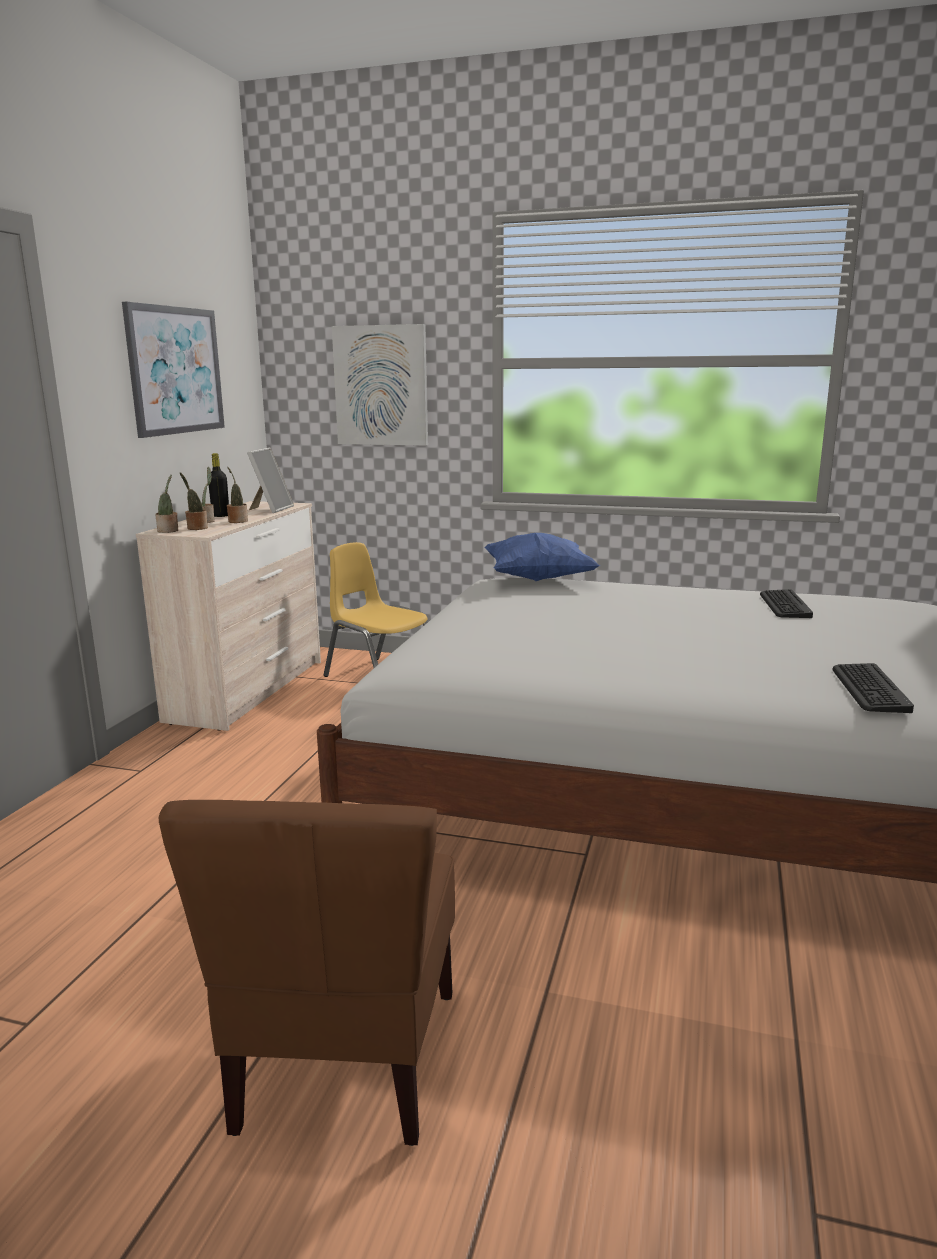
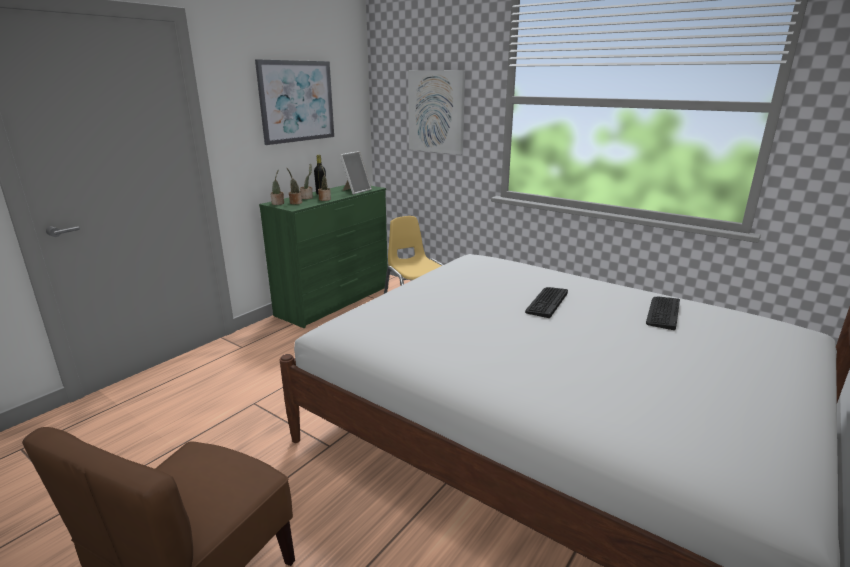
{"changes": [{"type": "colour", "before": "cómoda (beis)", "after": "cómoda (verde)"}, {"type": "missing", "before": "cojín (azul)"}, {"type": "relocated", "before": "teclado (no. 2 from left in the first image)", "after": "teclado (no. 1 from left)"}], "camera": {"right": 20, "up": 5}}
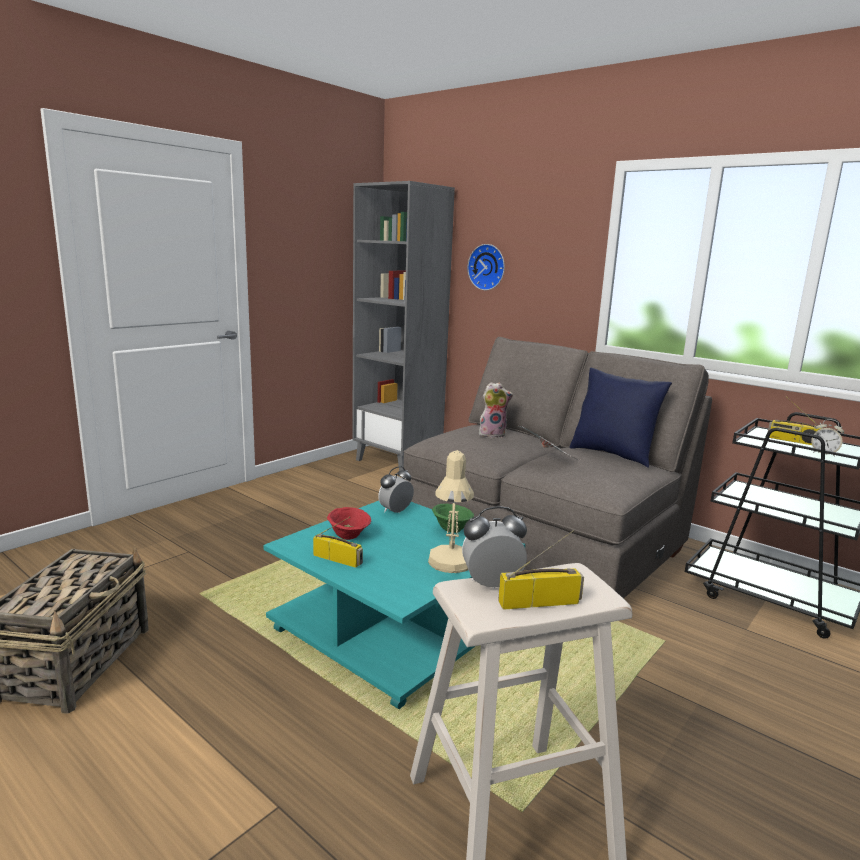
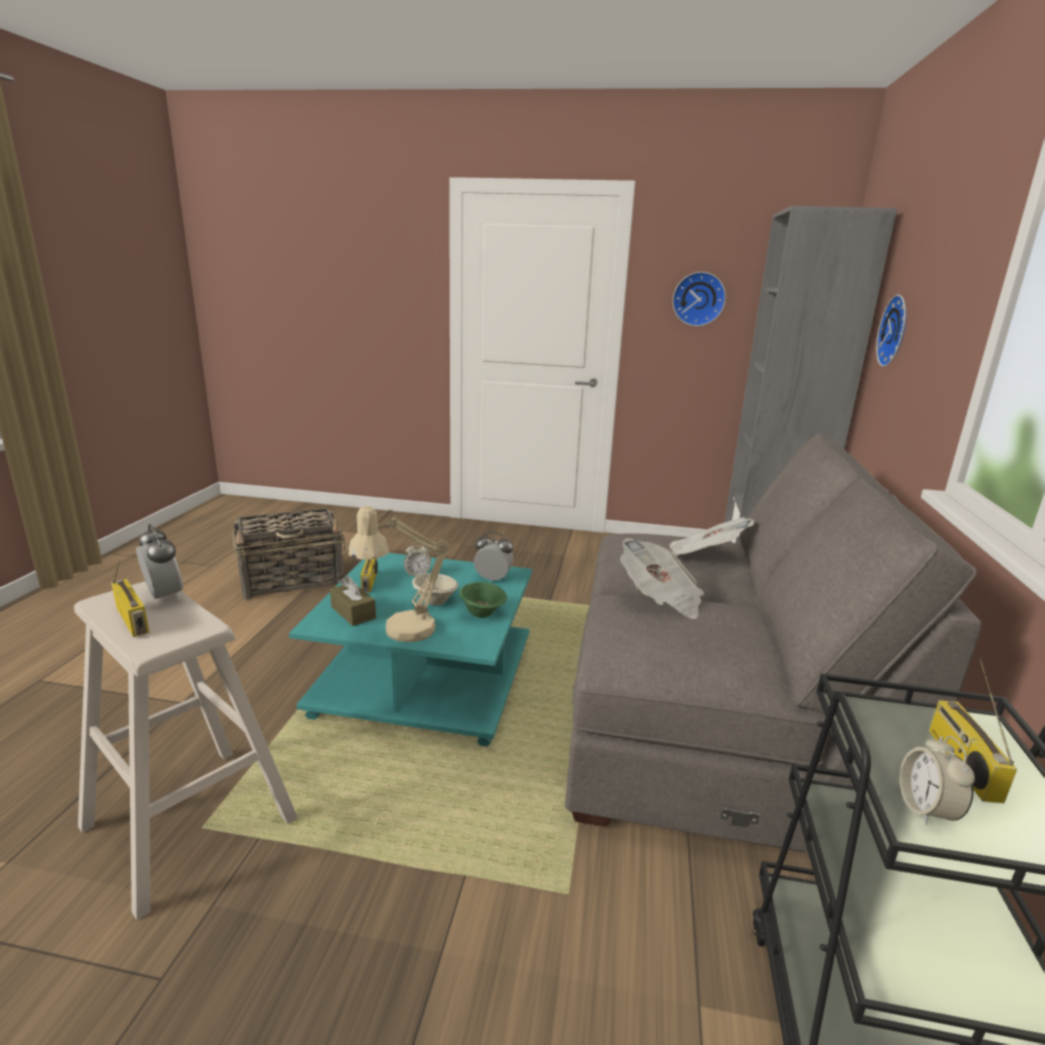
{"changes": [{"type": "exchanged", "before": "cuenco (rojo)", "after": "despertador (no. 2 from left)"}, {"type": "exchanged", "before": "peluche", "after": "periódico (no. 2 from left)"}, {"type": "missing", "before": "cojín (azul)"}, {"type": "appeared", "after": "caja de pañuelos (marrón)"}, {"type": "appeared", "after": "cuenco (beis)"}, {"type": "appeared", "after": "reloj de pared (no. 1 from left)"}], "camera": {"right": 60, "up": 5}}
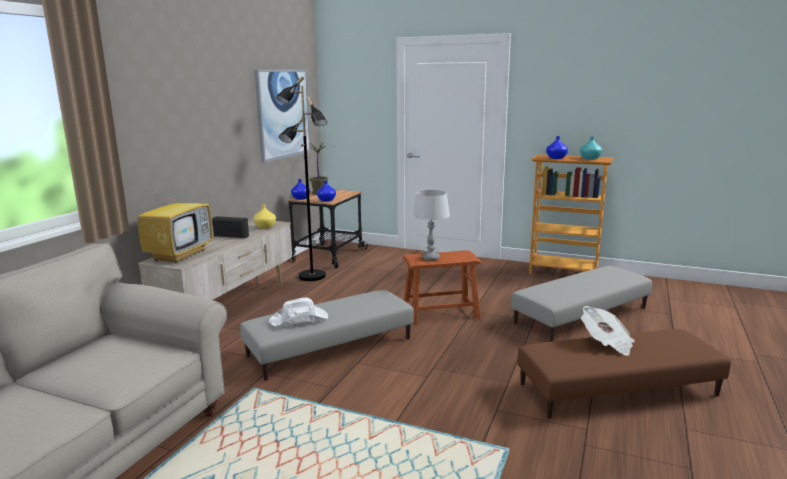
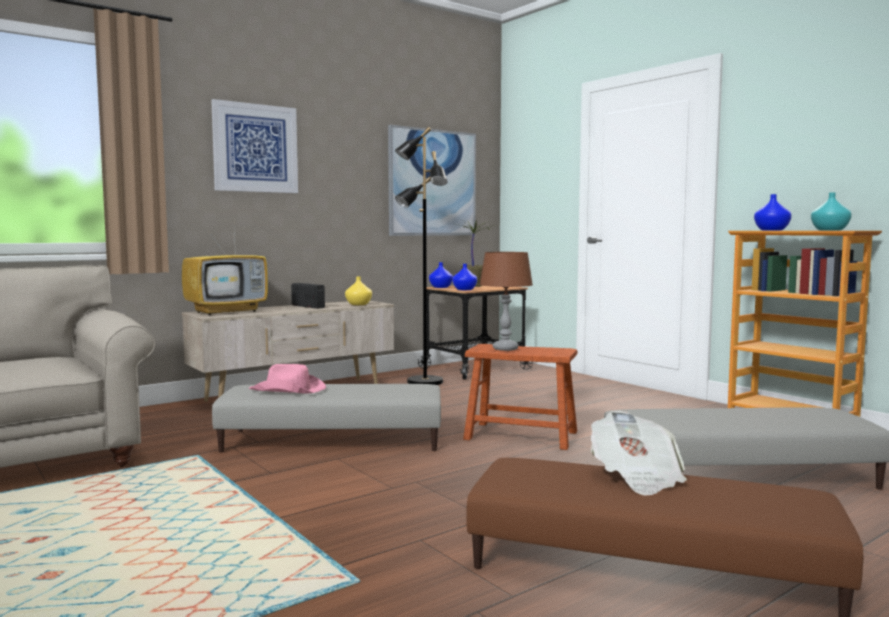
{"changes": [{"type": "colour", "before": "sombrero (blanco)", "after": "sombrero (rosa)"}, {"type": "colour", "before": "lámpara de mesa (gris)", "after": "lámpara de mesa (marrón)"}, {"type": "appeared", "after": "cuadro (no. 1 from left)"}], "camera": {"right": 30, "up": -10}}
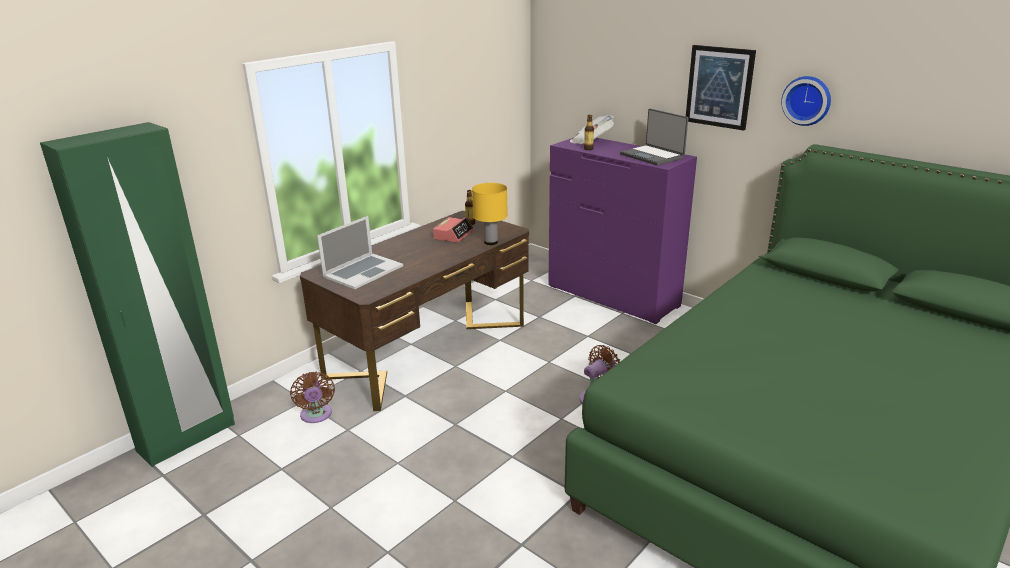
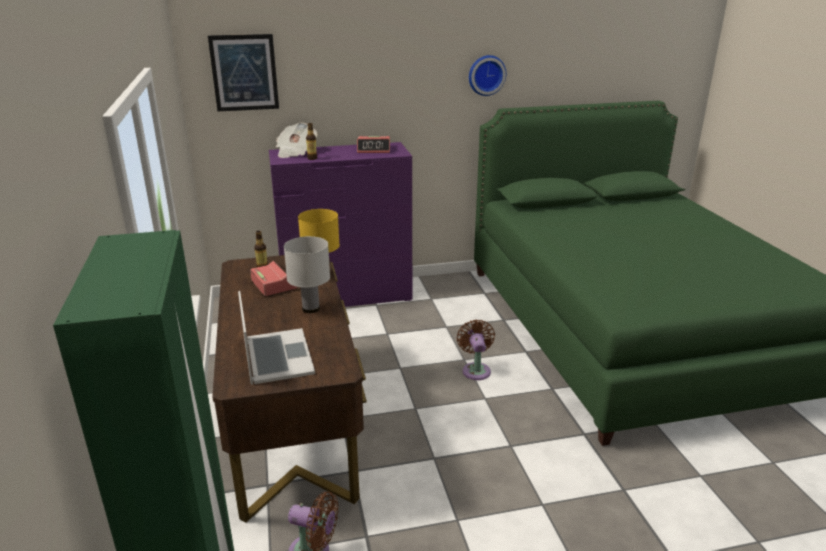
{"changes": [{"type": "exchanged", "before": "portátil (no. 2 from left)", "after": "despertador (no. 2 from left)"}, {"type": "relocated", "before": "cuadro"}, {"type": "appeared", "after": "lámpara de mesa (blanco)"}], "camera": {"right": -55, "up": 0}}
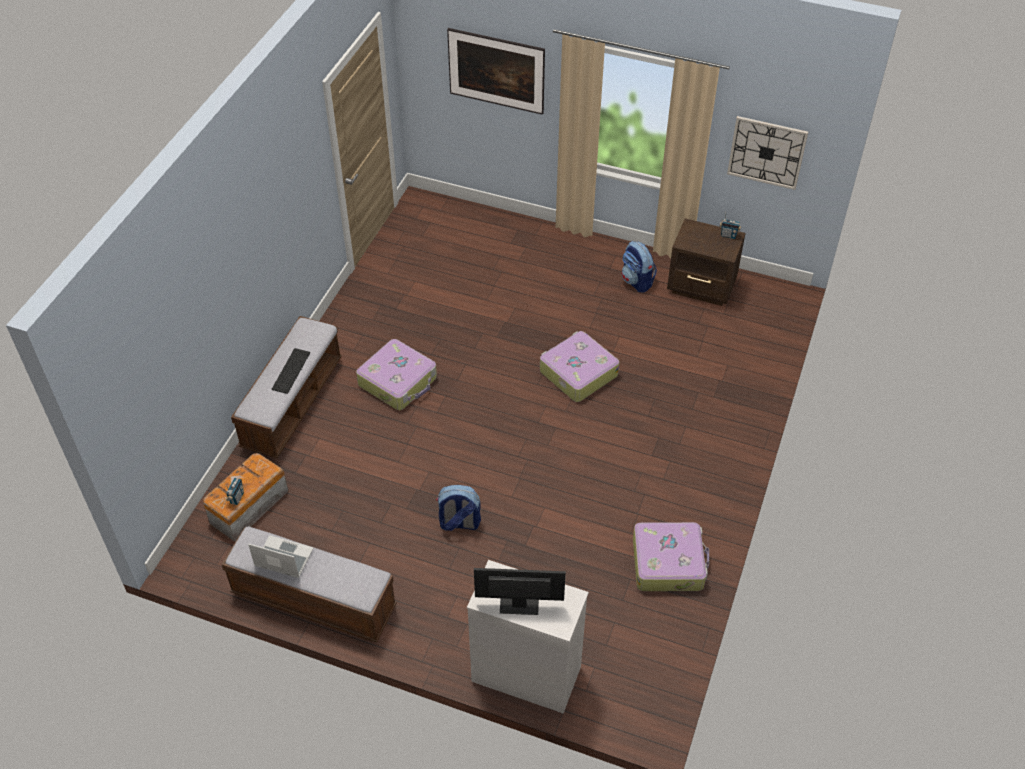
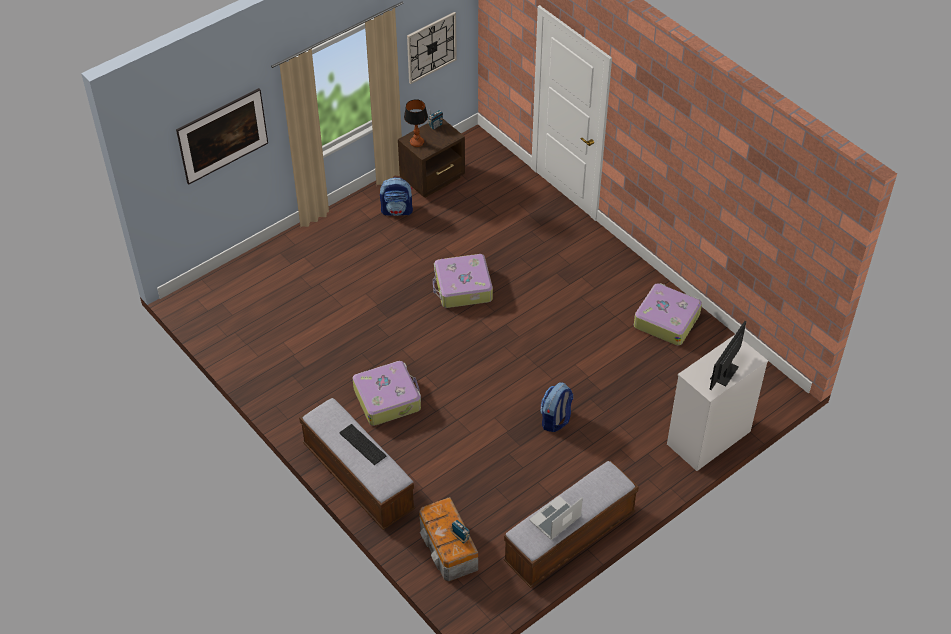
{"changes": [{"type": "appeared", "after": "lámpara de mesa"}], "camera": {"right": -60, "up": 0}}
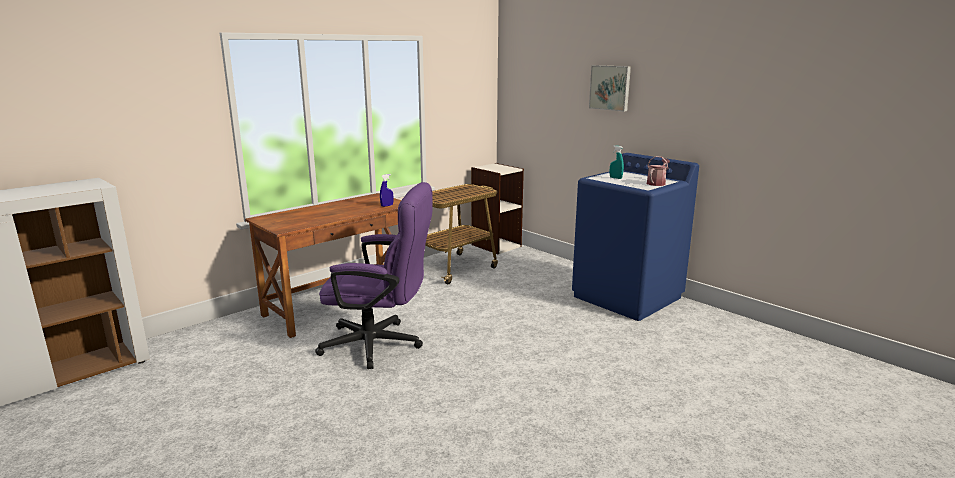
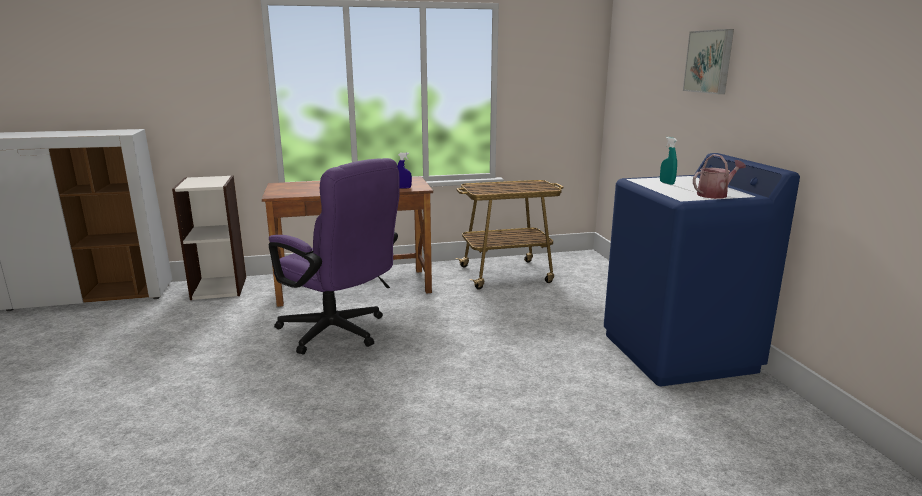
{"changes": [{"type": "relocated", "before": "estantería"}], "camera": {"right": 30, "up": 0}}
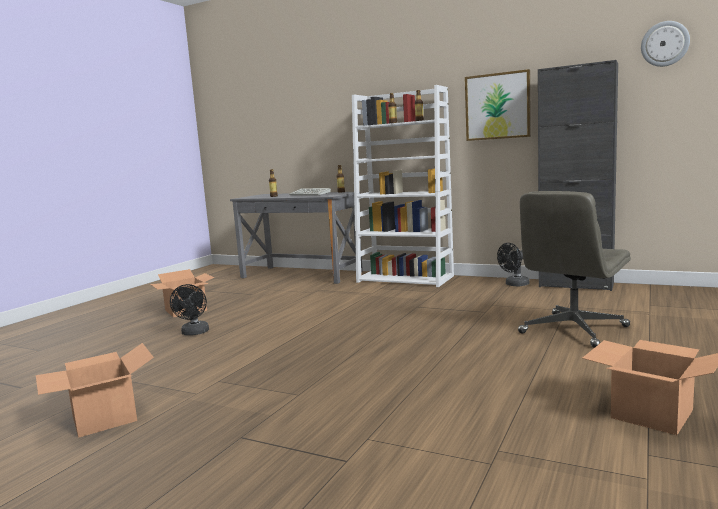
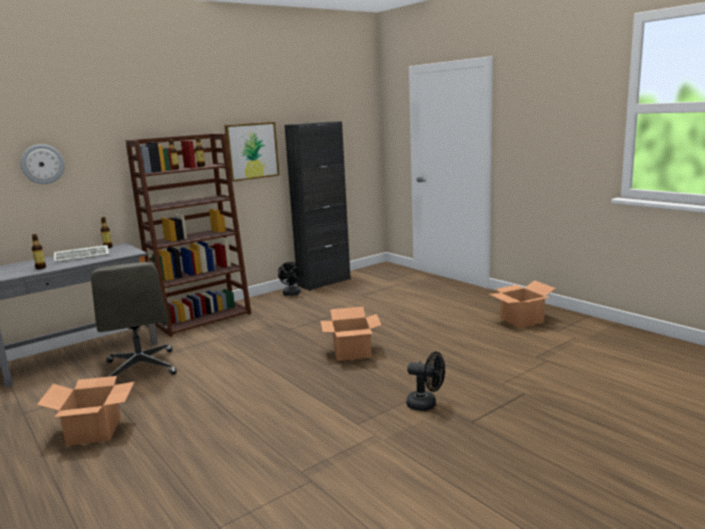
{"changes": [{"type": "relocated", "before": "caja de cartón (no. 1 from left in the first image)", "after": "caja de cartón (no. 2 from left)"}, {"type": "relocated", "before": "ventilador (negro) (no. 1 from left in the first image)", "after": "ventilador (negro) (no. 2 from left)"}, {"type": "colour", "before": "estantería (blanco)", "after": "estantería (marrón)"}, {"type": "relocated", "before": "silla de oficina (gris)"}, {"type": "relocated", "before": "reloj de pared"}], "camera": {"right": -65, "up": 5}}
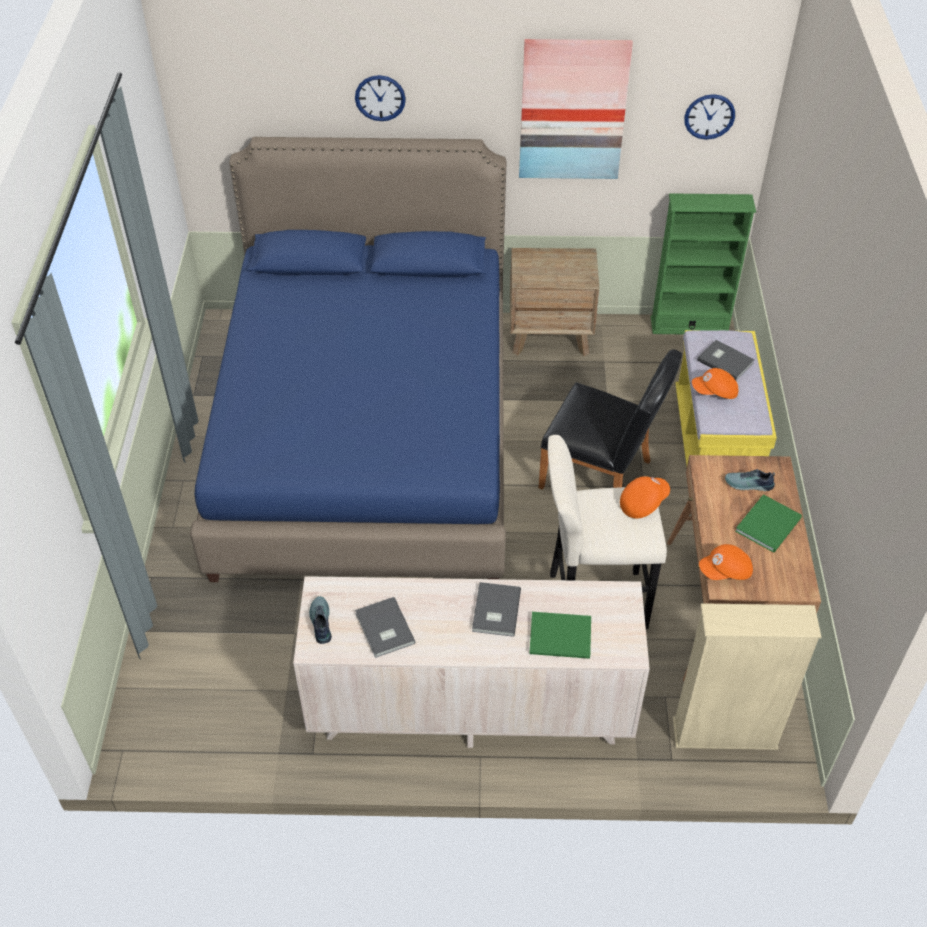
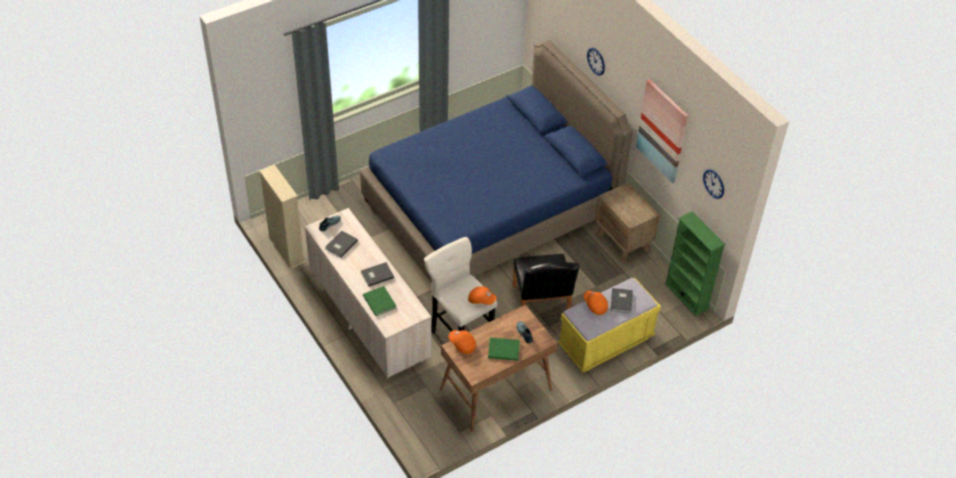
{"changes": [{"type": "relocated", "before": "estantería (beis)"}], "camera": {"right": 55, "up": 0}}
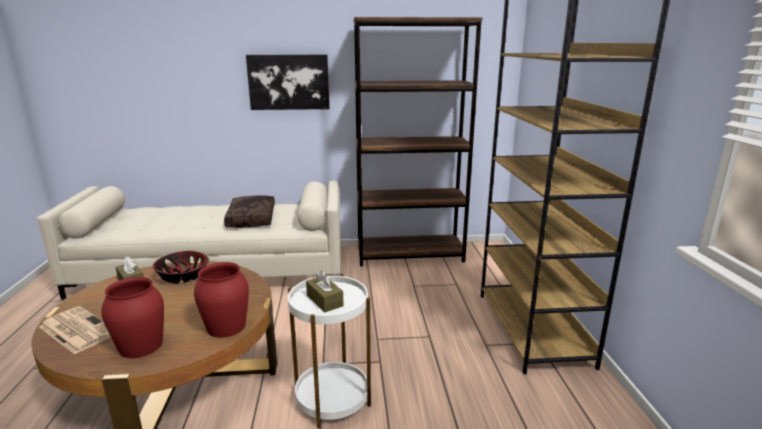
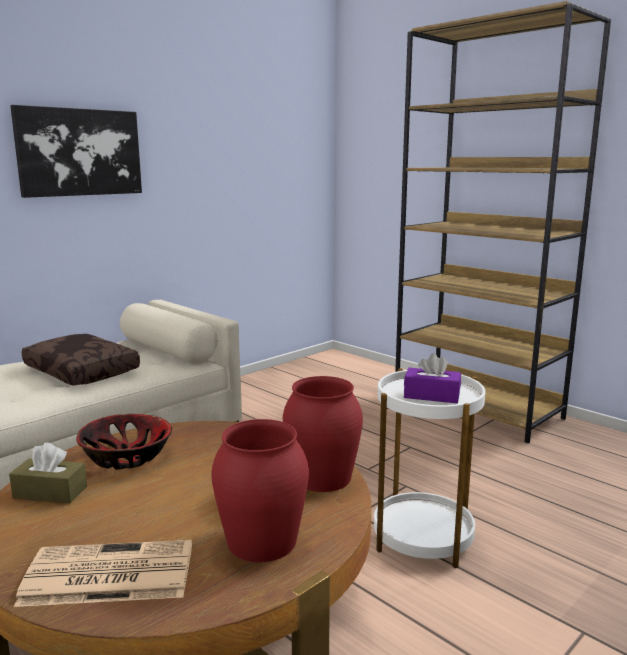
{"changes": [{"type": "colour", "before": "caja de pañuelos (marrón) (no. 2 from left)", "after": "caja de pañuelos (morado)"}, {"type": "missing", "before": "estantería (marrón) (no. 1 from left)"}], "camera": {"right": -40, "up": -5}}
